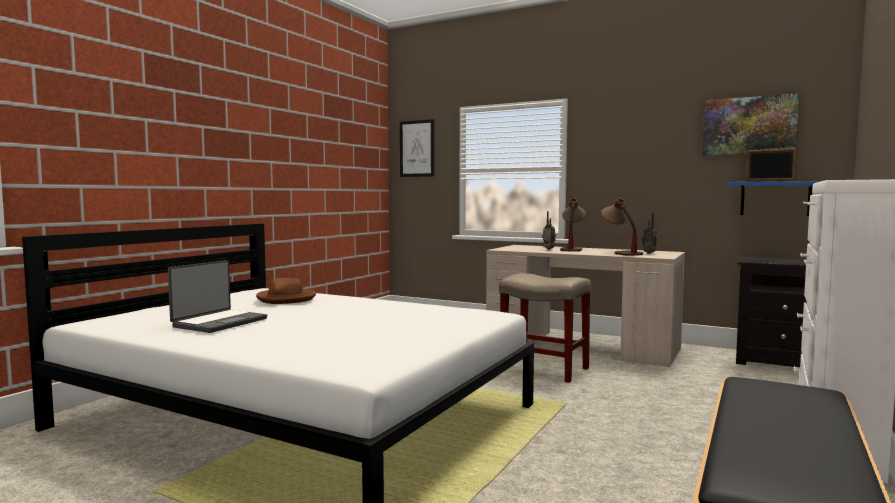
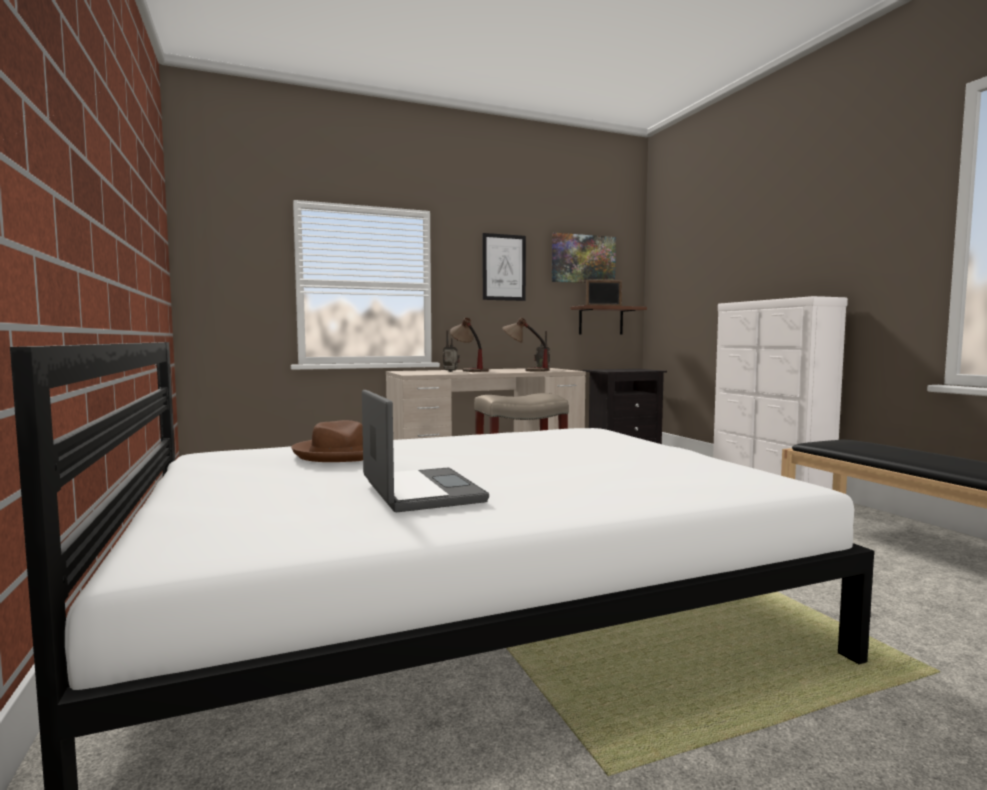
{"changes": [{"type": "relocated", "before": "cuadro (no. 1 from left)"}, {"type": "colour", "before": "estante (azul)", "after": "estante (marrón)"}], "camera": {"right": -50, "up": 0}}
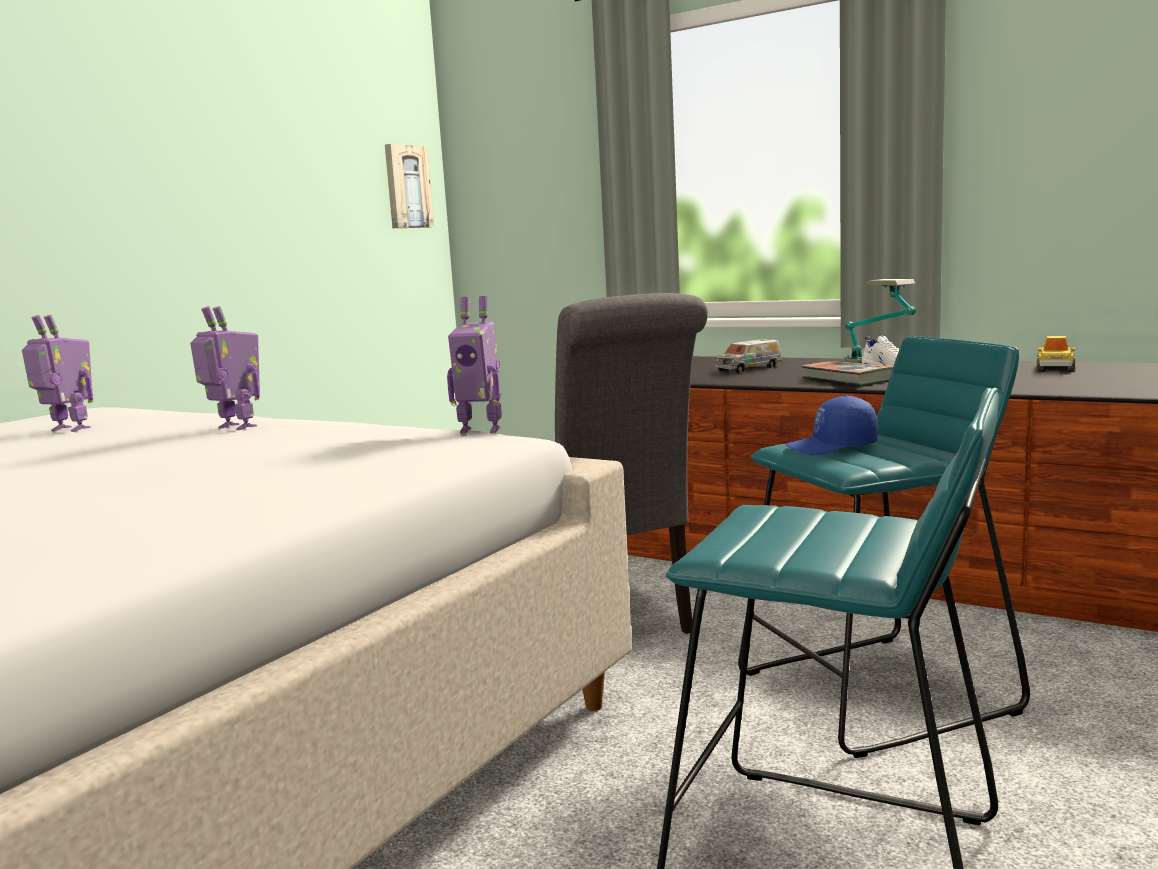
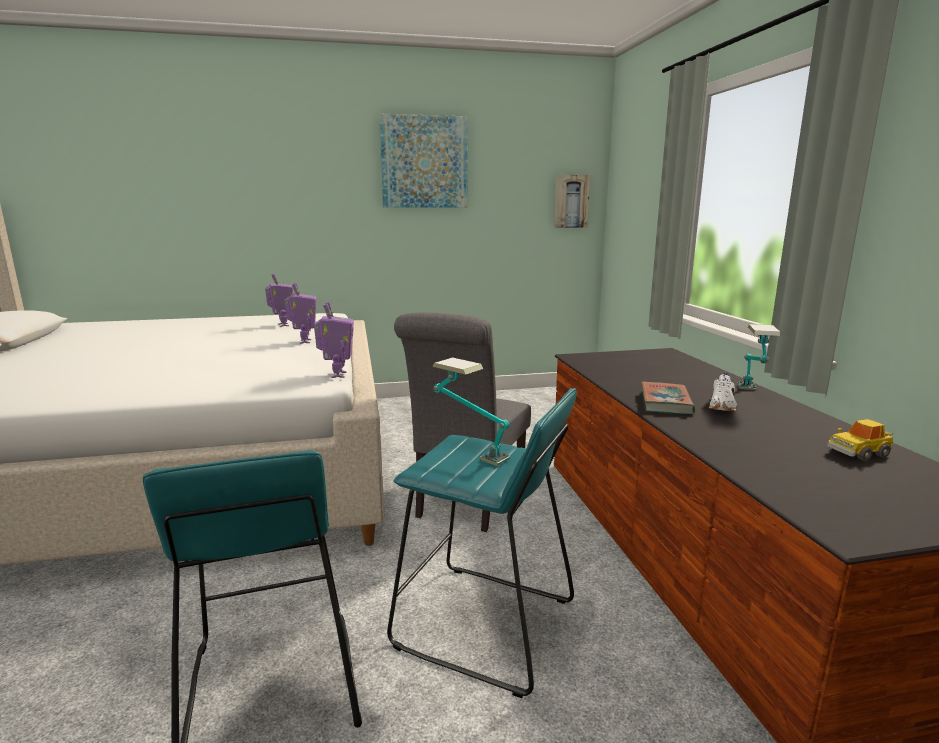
{"changes": [{"type": "spun", "before": "robot de juguete (no. 3 from left)", "turn": -150}, {"type": "missing", "before": "camión de juguete"}, {"type": "exchanged", "before": "gorra (azul)", "after": "lámpara de mesa (no. 1 from left)"}, {"type": "appeared", "after": "cuadro (no. 1 from left)"}], "camera": {"right": 45, "up": 5}}
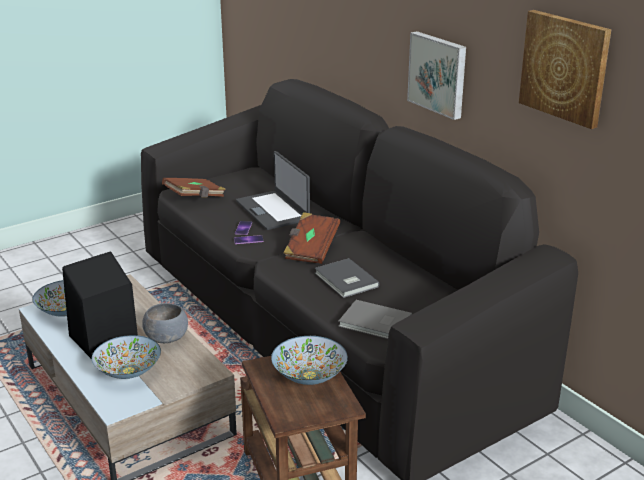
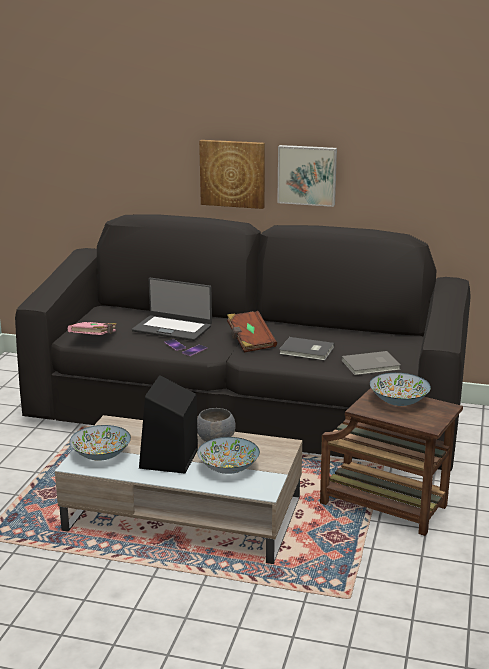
{"changes": [{"type": "colour", "before": "libro (marrón) (no. 1 from left)", "after": "libro (rosa)"}, {"type": "relocated", "before": "cuadro (no. 2 from left in the first image)", "after": "cuadro (no. 1 from left)"}], "camera": {"right": -40, "up": -5}}
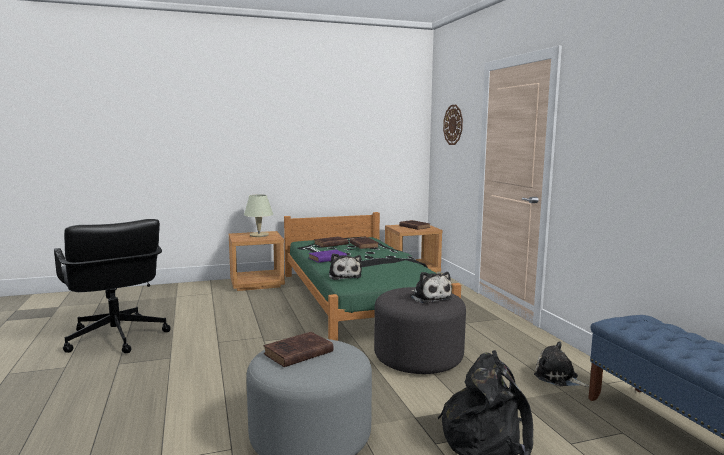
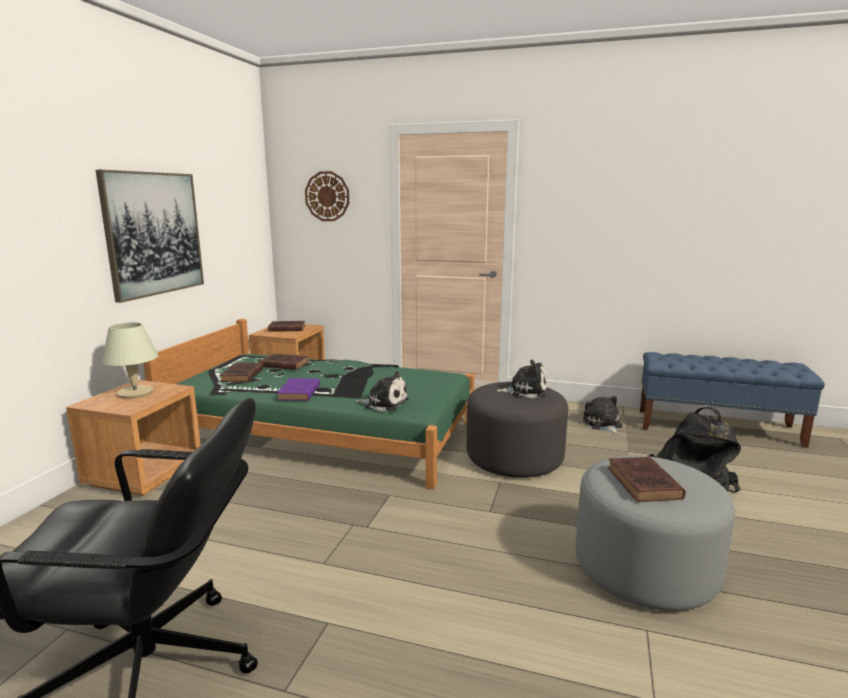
{"changes": [{"type": "spun", "before": "peluche (no. 3 from left)", "turn": 90}, {"type": "appeared", "after": "cuadro"}], "camera": {"right": -55, "up": 5}}
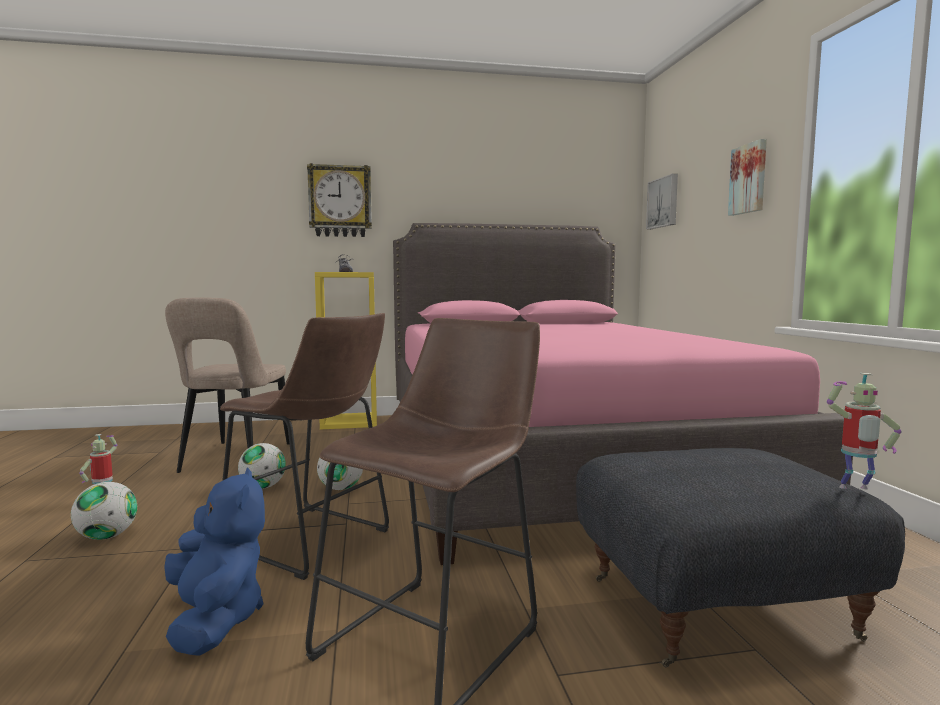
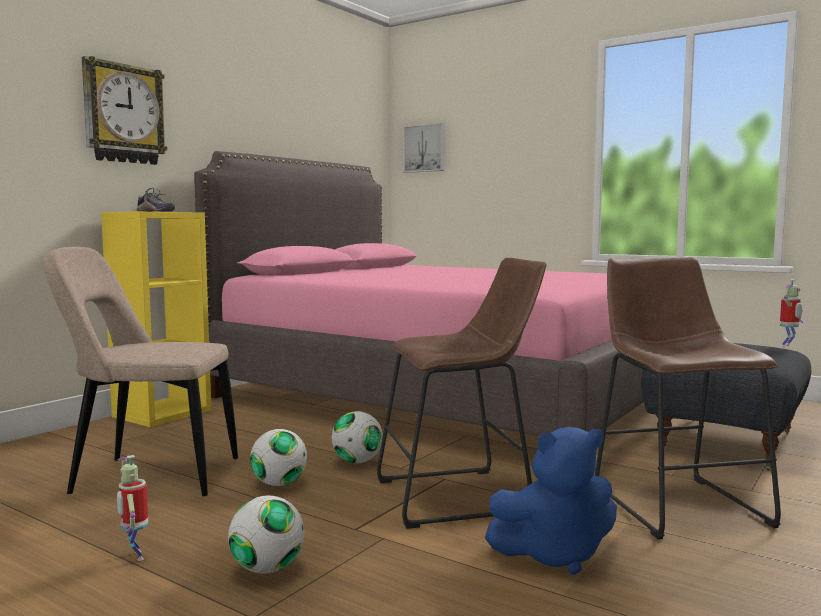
{"changes": [{"type": "spun", "before": "peluche (azul)", "turn": 150}, {"type": "spun", "before": "silla (beis)", "turn": 135}, {"type": "missing", "before": "cuadro (no. 2 from left)"}], "camera": {"right": -45, "up": 0}}
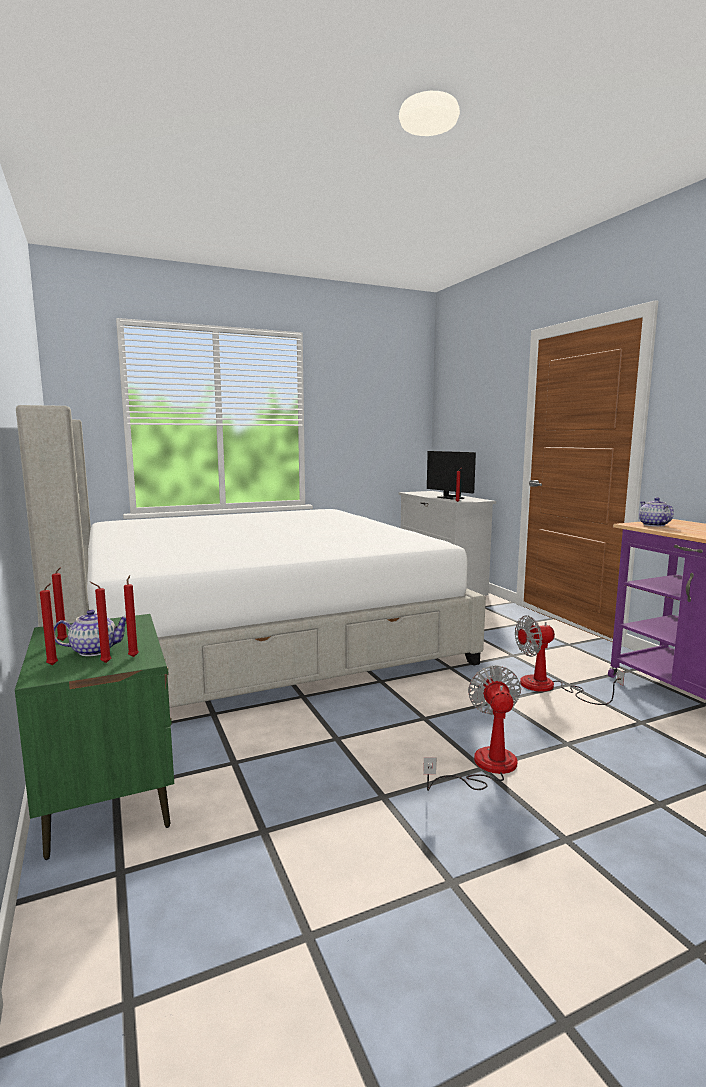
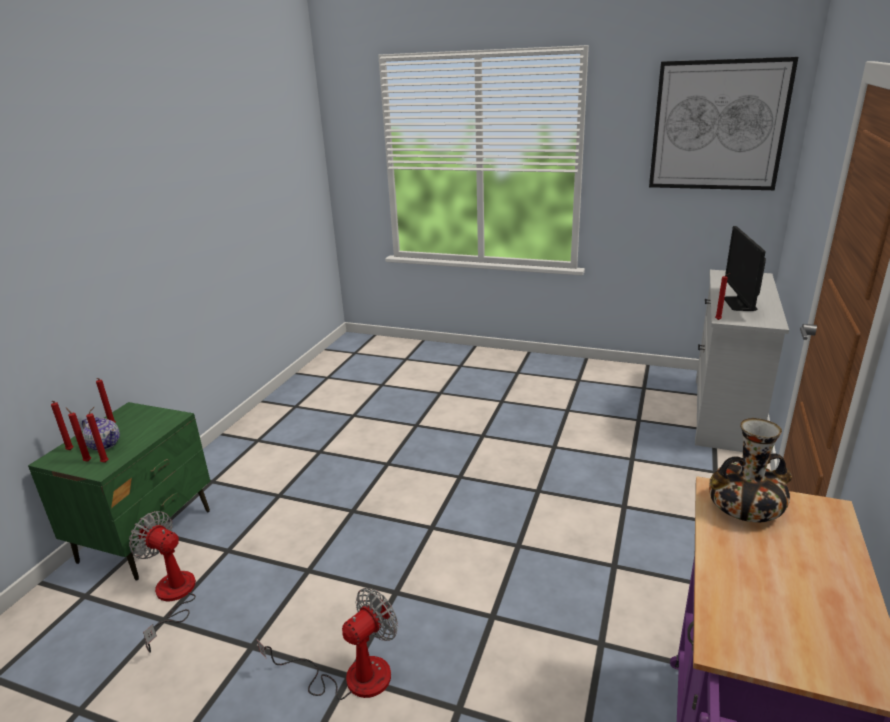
{"changes": [{"type": "missing", "before": "cama"}, {"type": "relocated", "before": "ventilador (no. 2 from left in the first image)", "after": "ventilador (no. 1 from left)"}, {"type": "exchanged", "before": "tetera (no. 2 from left)", "after": "florero"}, {"type": "appeared", "after": "cuadro"}], "camera": {"right": 45, "up": 15}}
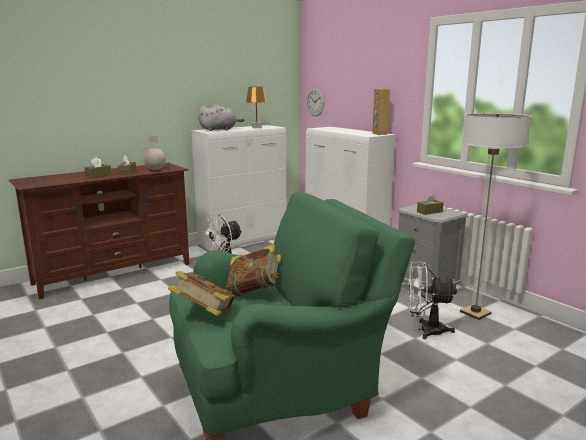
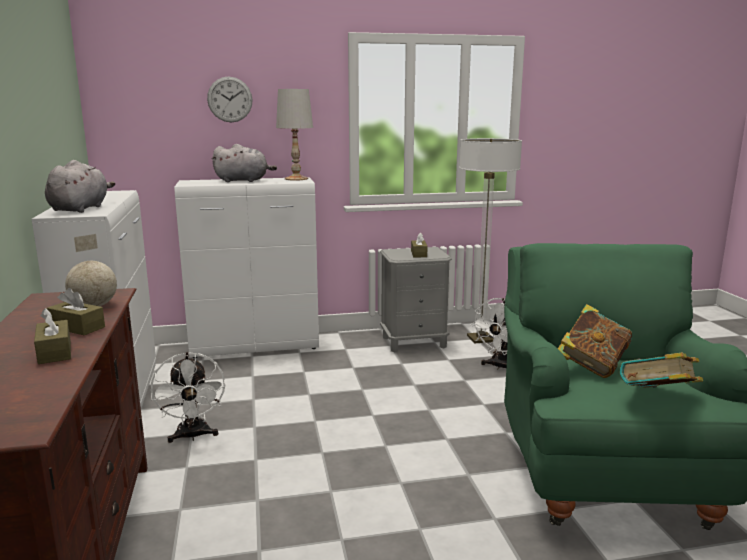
{"changes": [{"type": "missing", "before": "lámpara de mesa (marrón)"}, {"type": "relocated", "before": "reloj de pared"}, {"type": "exchanged", "before": "altavoz (marrón)", "after": "lámpara de mesa (blanco)"}, {"type": "appeared", "after": "peluche (gris) (no. 2 from left)"}], "camera": {"right": -65, "up": 0}}
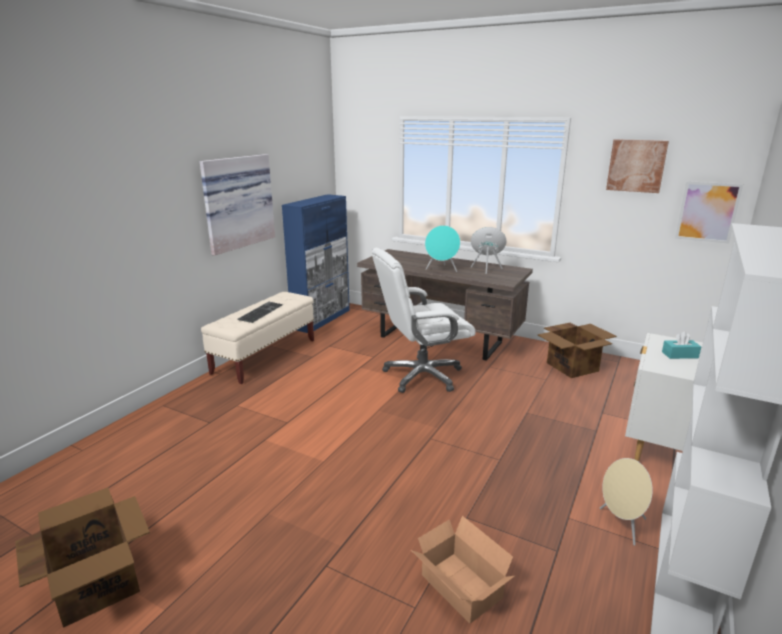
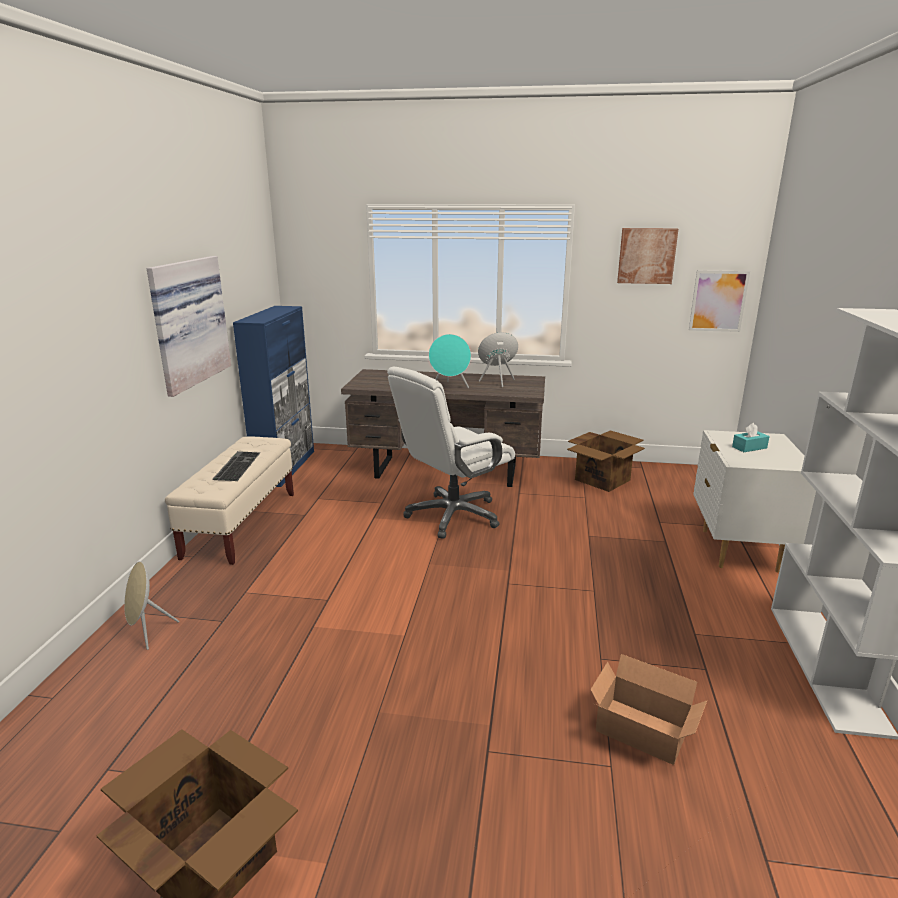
{"changes": [{"type": "relocated", "before": "altavoz (beis)"}], "camera": {"right": -20, "up": 0}}
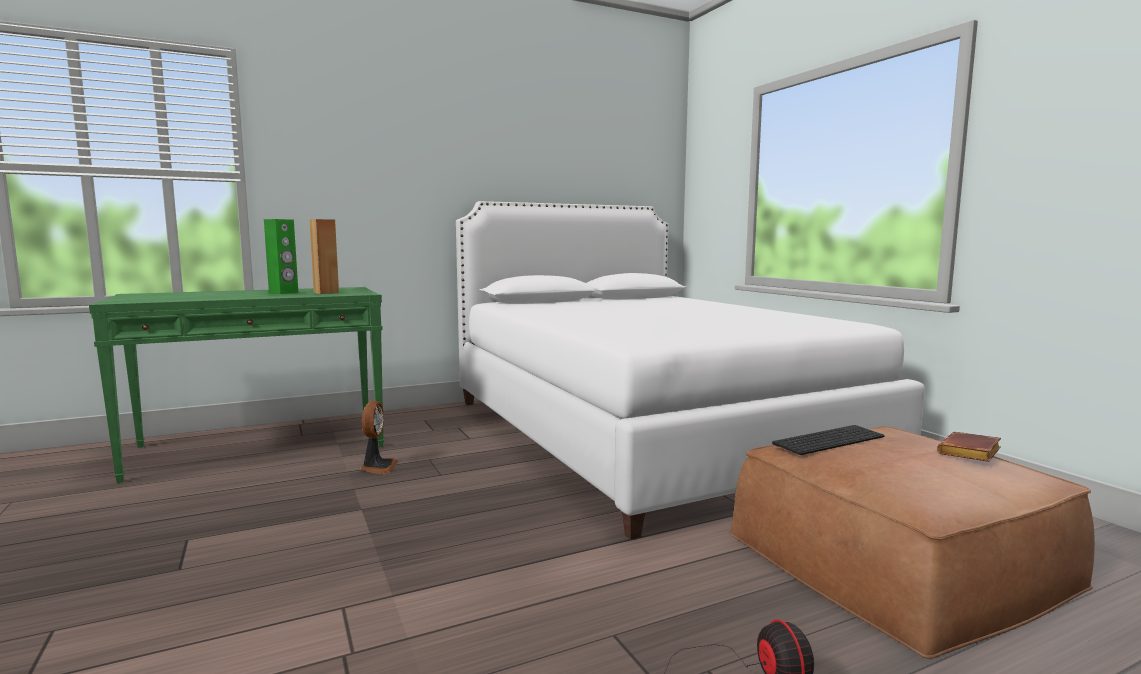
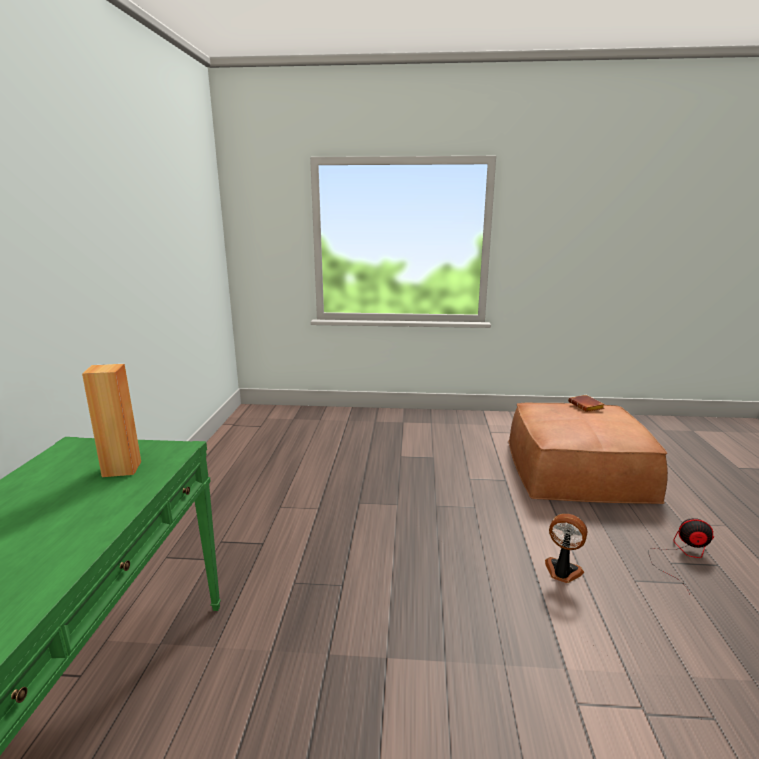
{"changes": [{"type": "missing", "before": "altavoz (verde)"}, {"type": "relocated", "before": "ventilador (no. 1 from left)"}, {"type": "missing", "before": "cama (blanco)"}, {"type": "missing", "before": "teclado"}], "camera": {"right": -60, "up": 10}}
